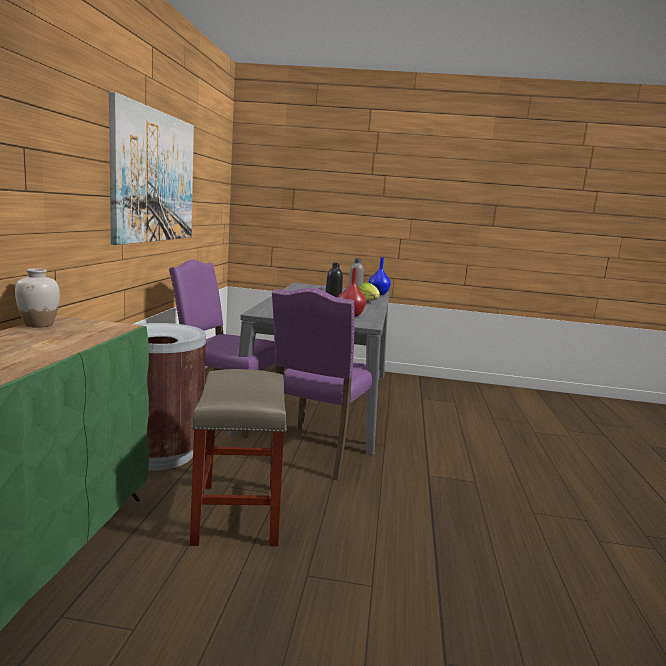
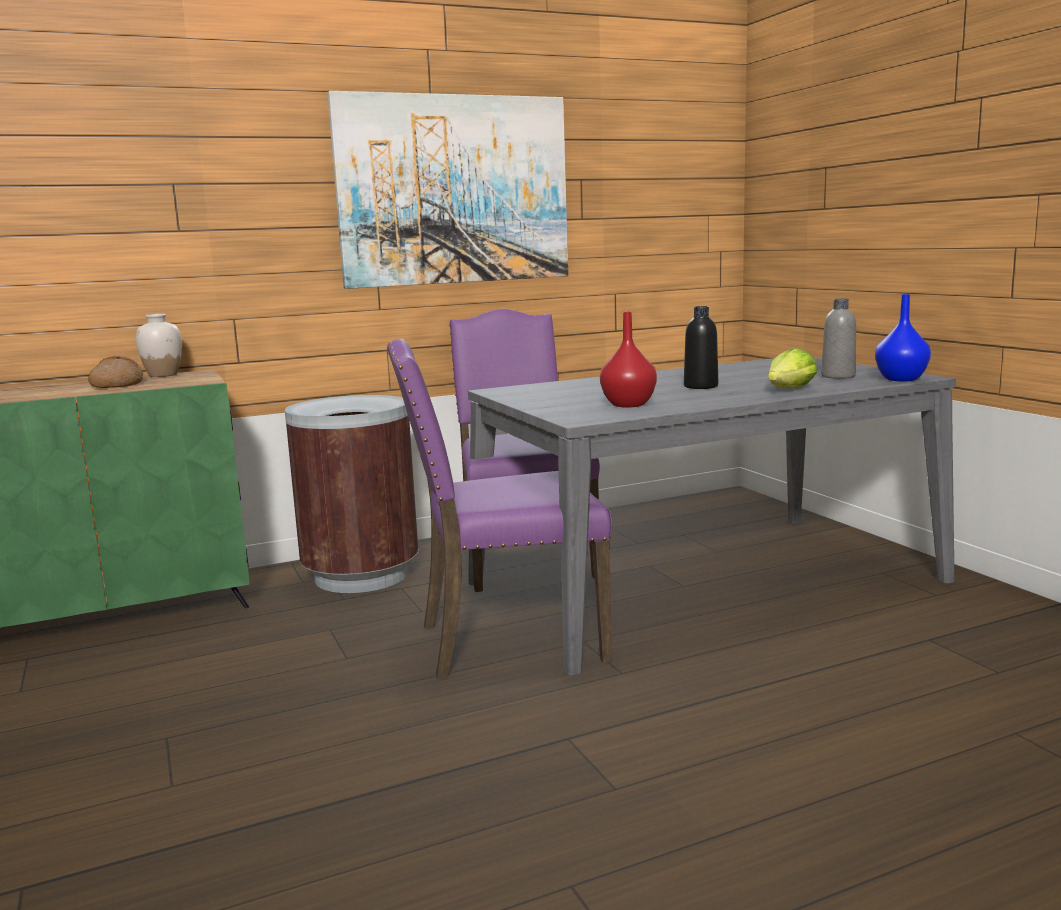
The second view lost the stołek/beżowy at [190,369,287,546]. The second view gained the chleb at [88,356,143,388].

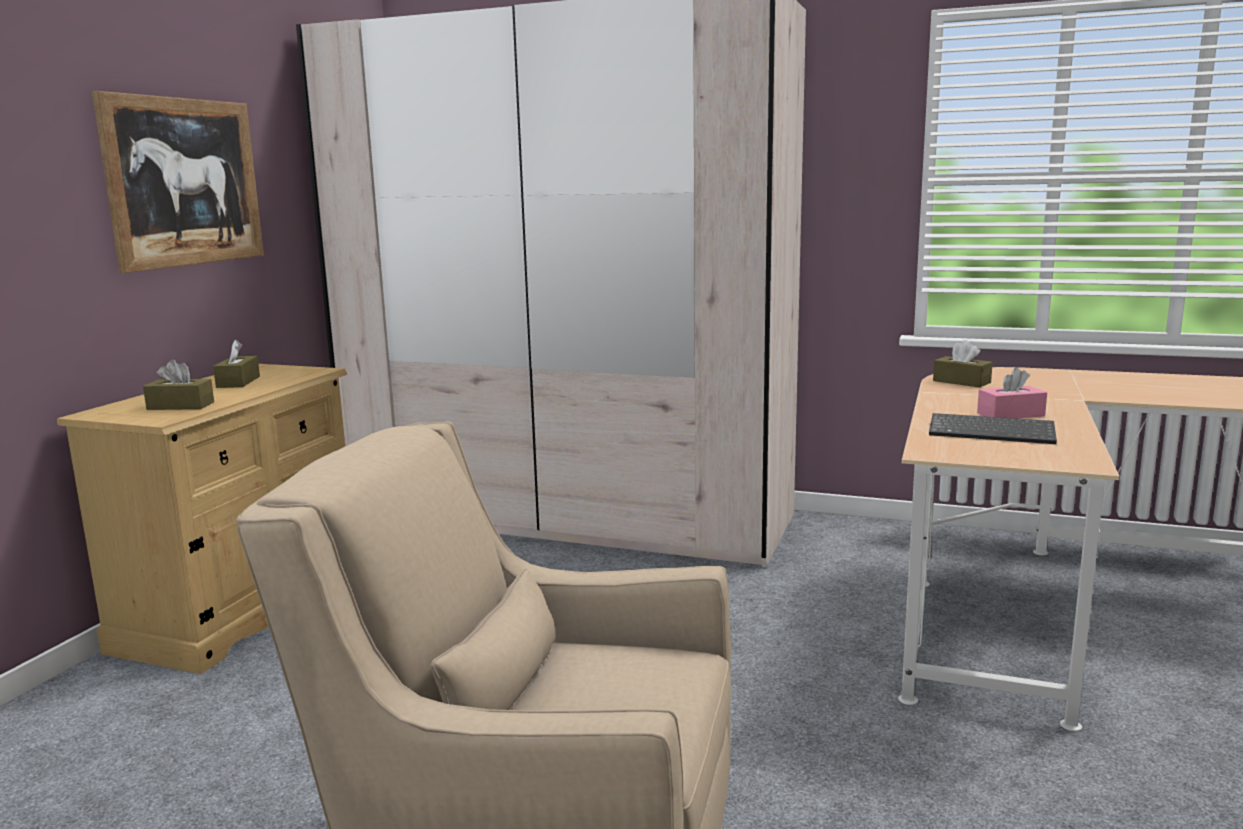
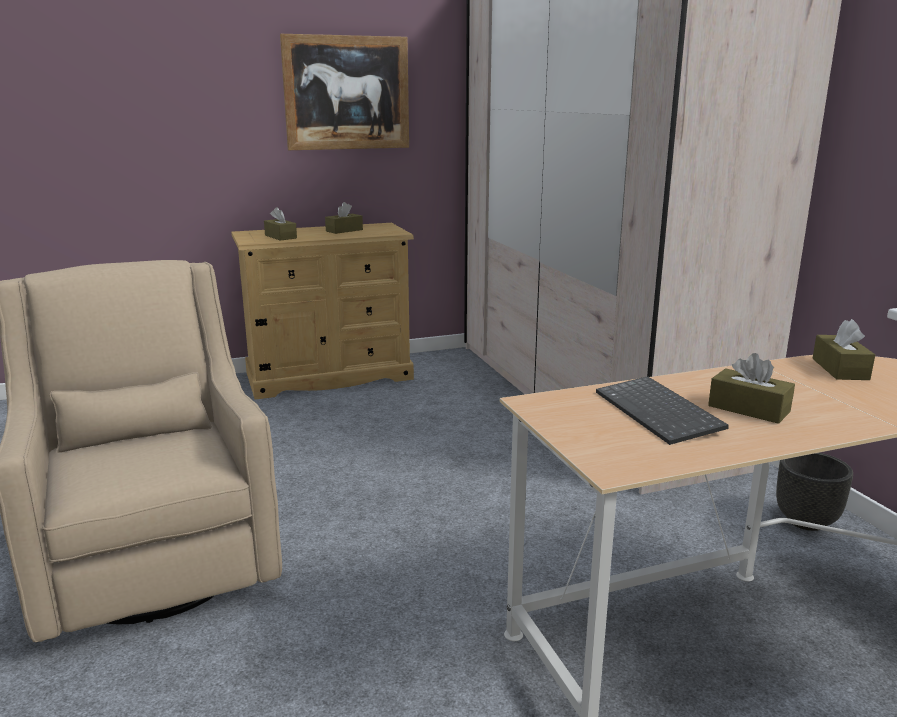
The second view gained the donica/czarny at [776,453,853,531]. What was the pudełko chusteczek/różowy at [977,367,1047,419] turned into the pudełko chusteczek/brązowy at [708,353,795,424].

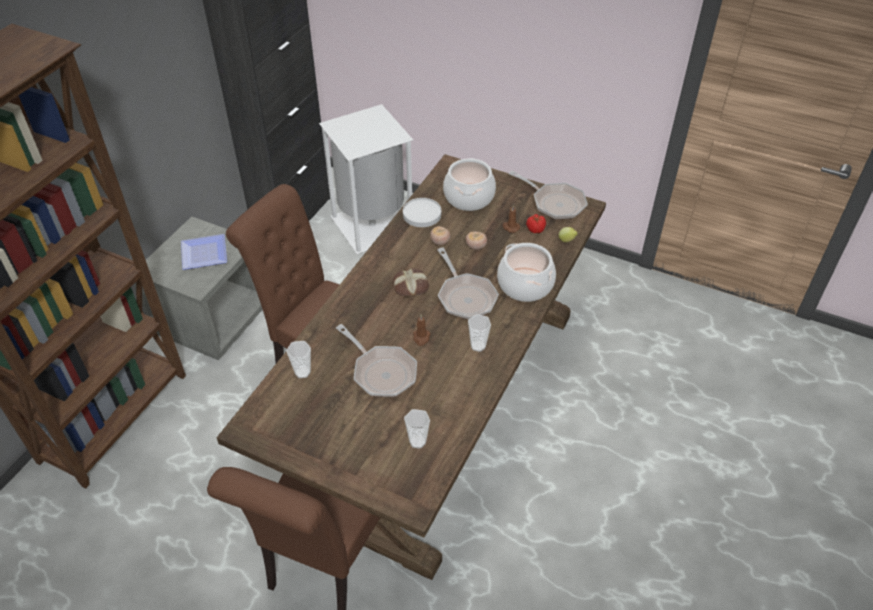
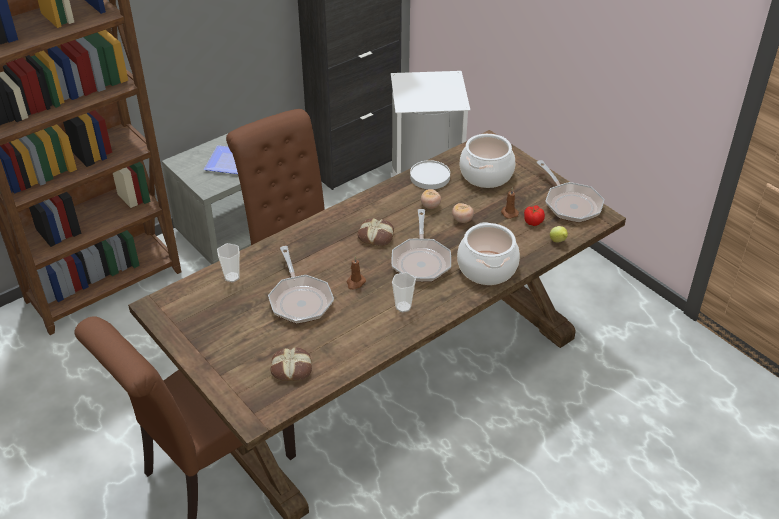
Where the filiżanka stood at [404,409,430,449], the chleb came to stand at [271,347,312,381].

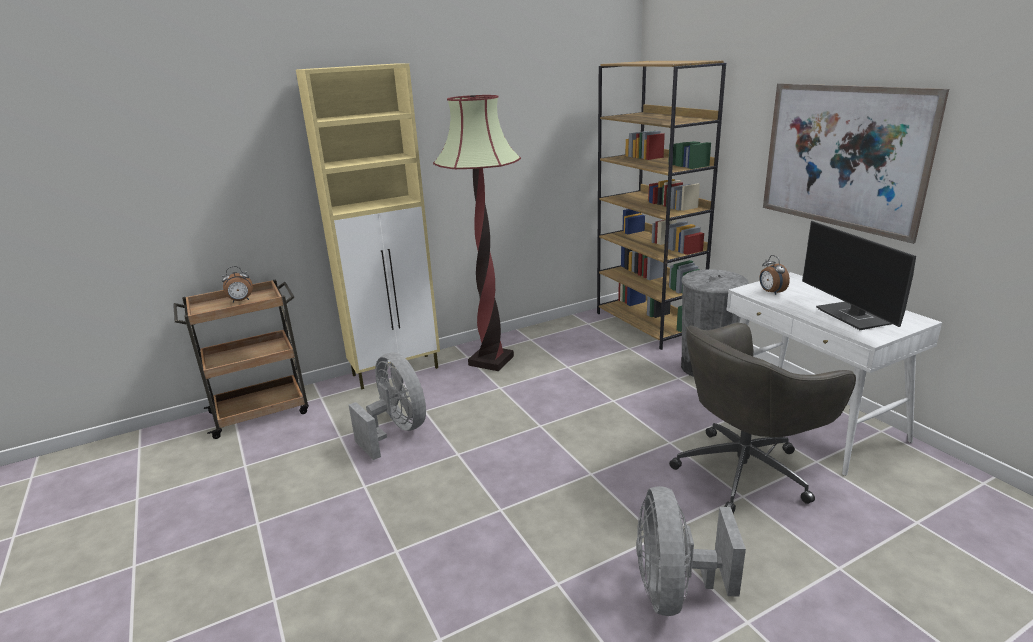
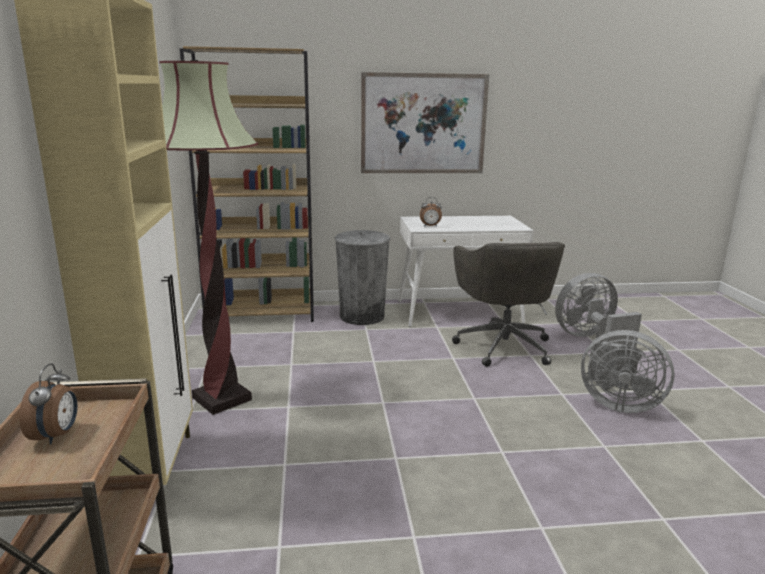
The second view lost the monitor at [802,221,916,330]. The wentylator/szary ended up elsewhere, having gone from [349,352,426,460] to [555,273,642,347].

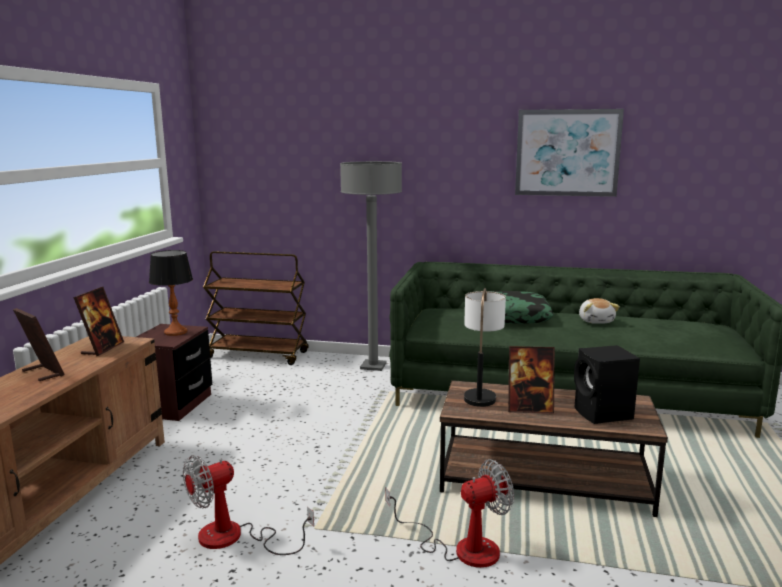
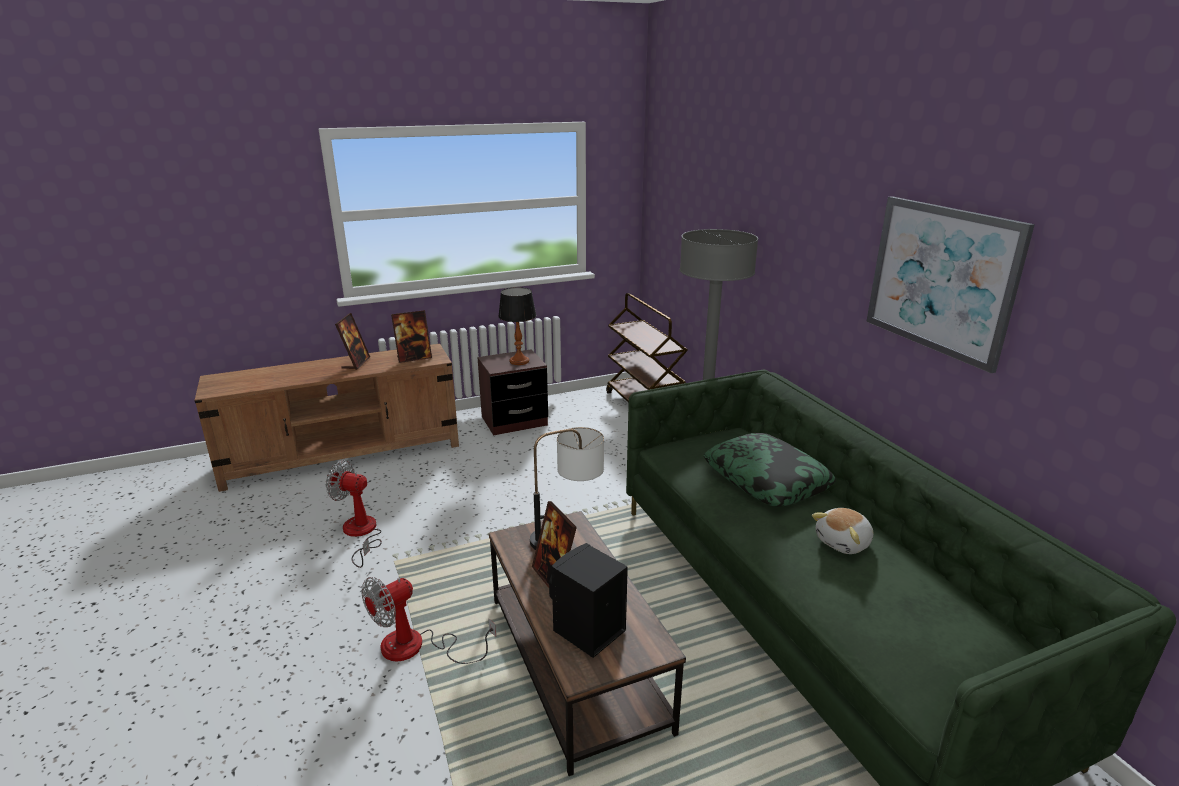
The wentylator at [385,459,514,568] ended up facing another way, 105 degrees clockwise from before.

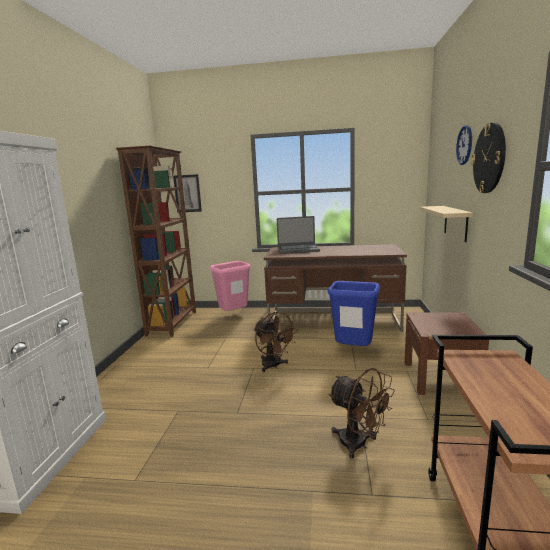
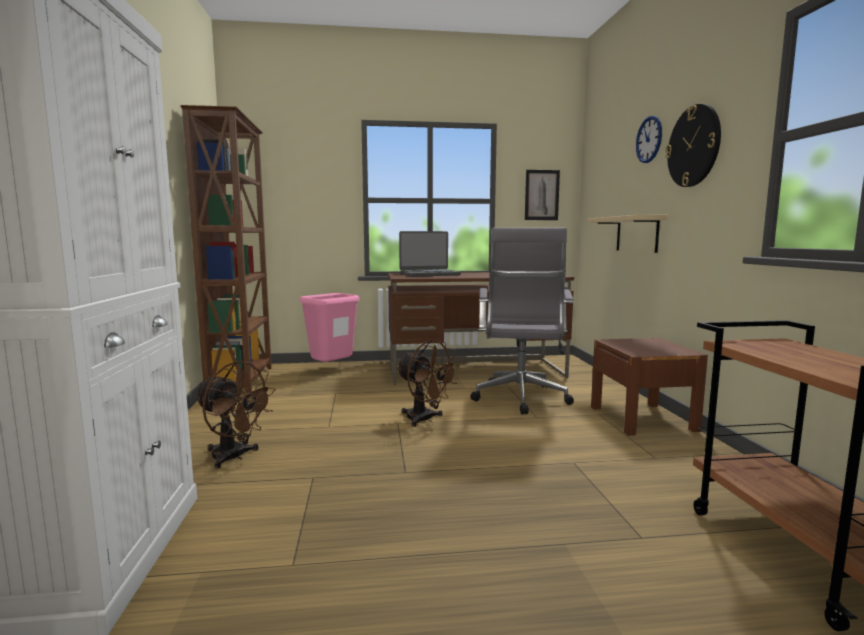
The obraz ended up elsewhere, having gone from [173,174,202,213] to [525,170,560,220]. The wentylator/brązowy ended up elsewhere, having gone from [328,368,395,459] to [195,361,276,469]. Where the kosz na śmieci/niebieski stood at [328,281,380,346], the krzesło biurowe/szary came to stand at [471,227,574,415].

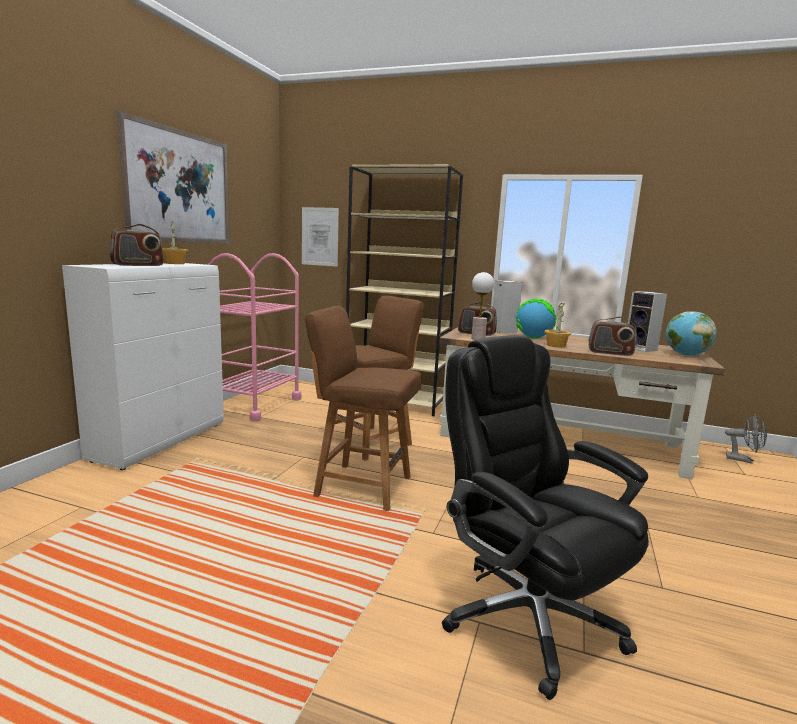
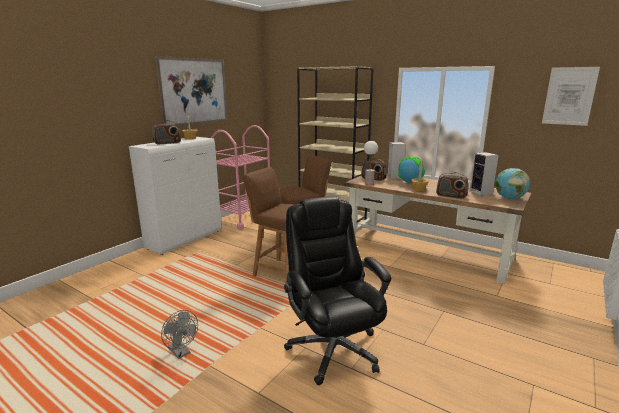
The obraz ended up elsewhere, having gone from [302,207,339,267] to [542,67,600,126]. The wentylator/szary ended up elsewhere, having gone from [725,414,767,464] to [161,310,198,359].

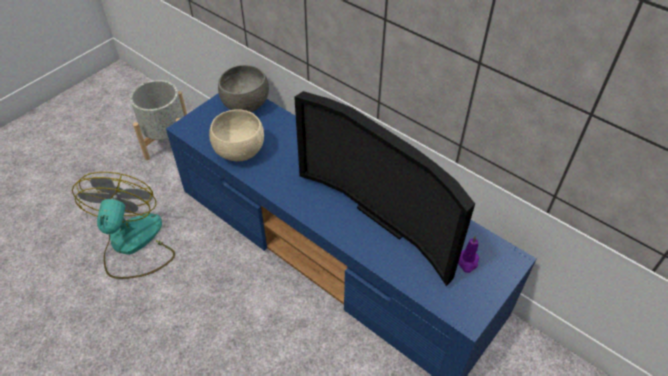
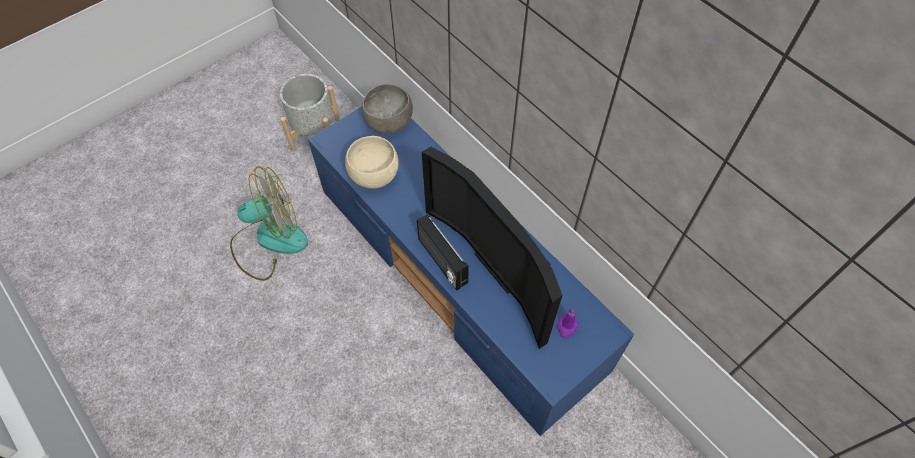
The second view gained the radio at [417,214,469,291]. The wentylator at [72,172,175,279] ended up facing another way, 60 degrees clockwise from before.

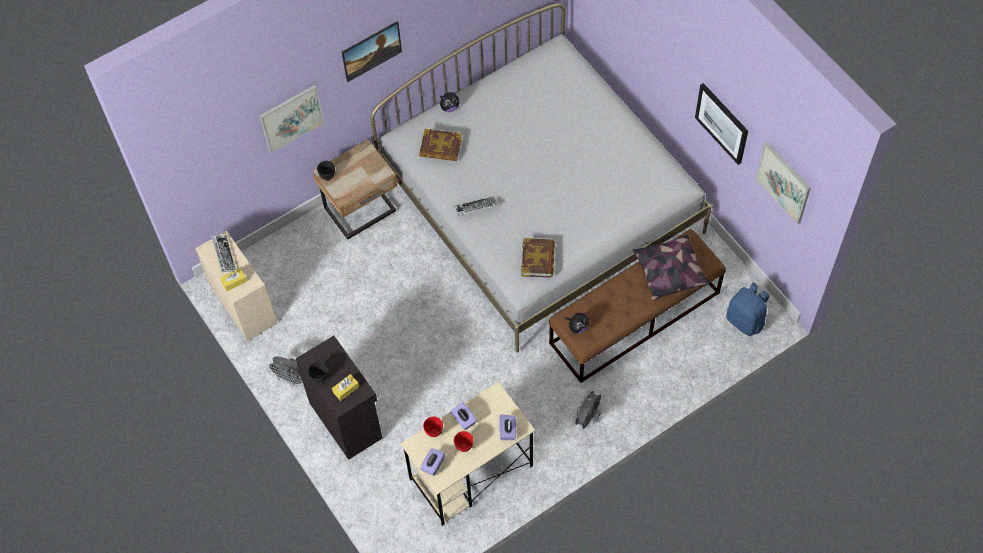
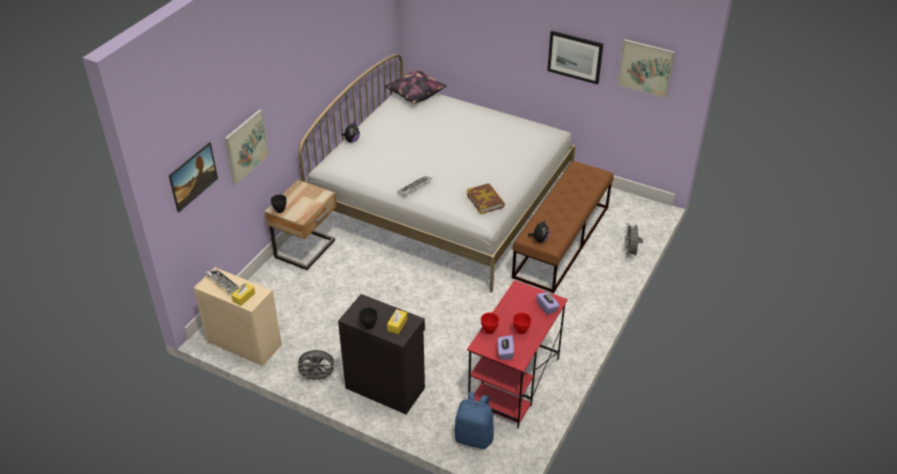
The second view lost the książka at [420,129,462,161]. The second view lost the pudełko chusteczek/fioletowy at [451,402,477,430]. The obraz ended up elsewhere, having gone from [342,21,402,82] to [169,142,218,212]. The wentylator/szary ended up elsewhere, having gone from [572,389,601,429] to [624,224,643,257]. The poduszka ended up elsewhere, having gone from [633,234,710,300] to [384,70,446,104]. The plecak/niebieski ended up elsewhere, having gone from [726,282,769,336] to [455,392,494,449]. What was the biurko/beżowy at [401,382,535,526] turned into the biurko/czerwony at [467,280,568,428].

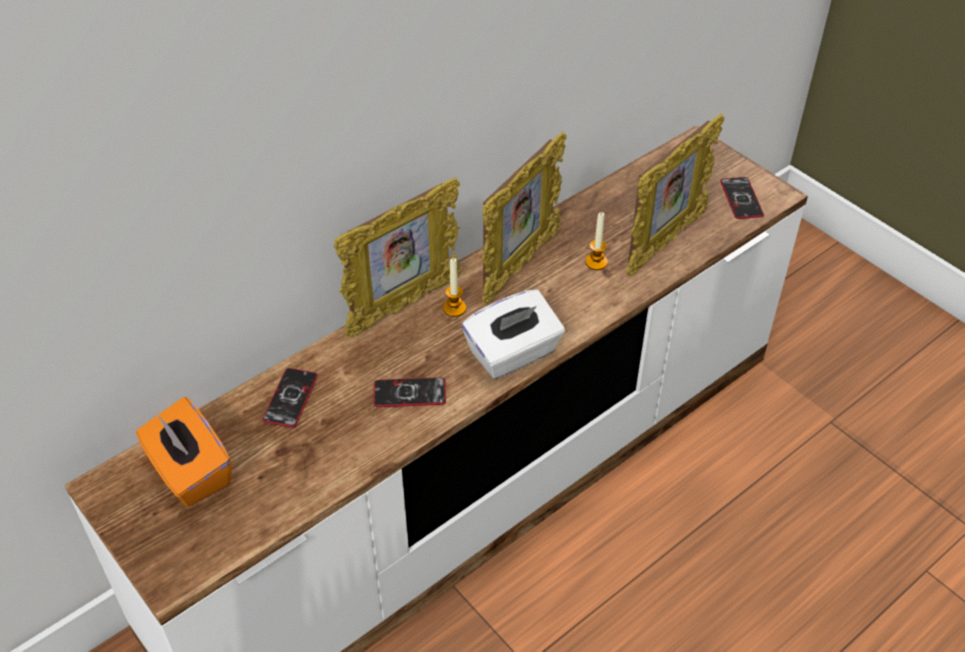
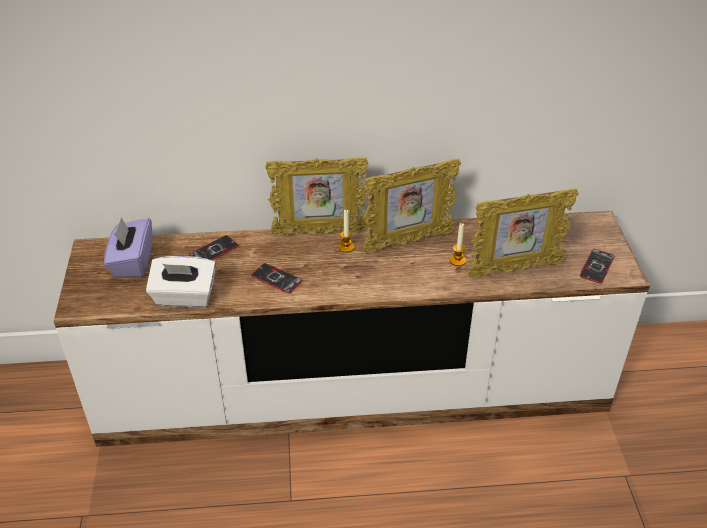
The pudełko chusteczek/biały ended up elsewhere, having gone from [462,289,565,379] to [146,256,216,308]. What was the pudełko chusteczek/pomarańczowy at [136,397,232,507] turned into the pudełko chusteczek/fioletowy at [104,217,152,278].

